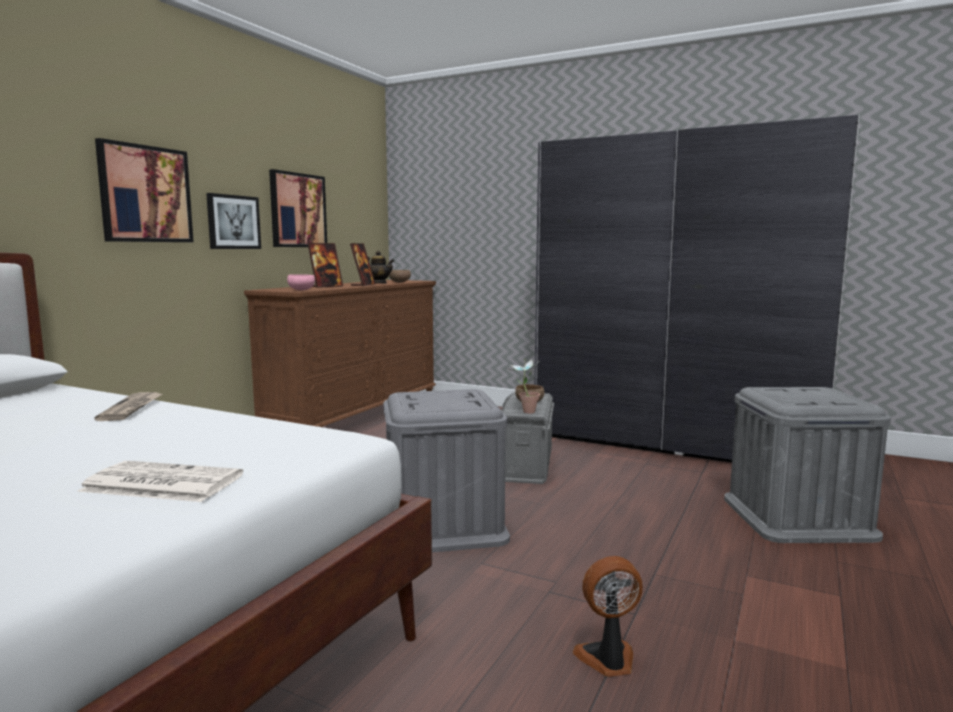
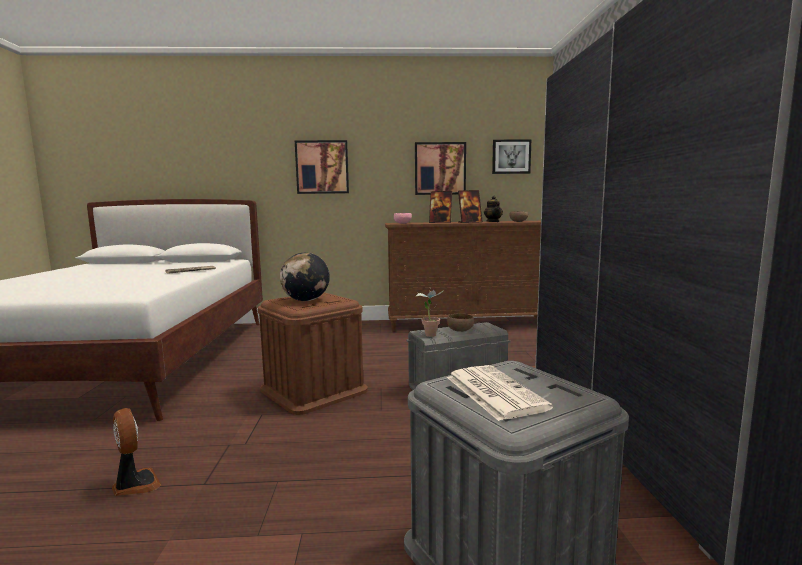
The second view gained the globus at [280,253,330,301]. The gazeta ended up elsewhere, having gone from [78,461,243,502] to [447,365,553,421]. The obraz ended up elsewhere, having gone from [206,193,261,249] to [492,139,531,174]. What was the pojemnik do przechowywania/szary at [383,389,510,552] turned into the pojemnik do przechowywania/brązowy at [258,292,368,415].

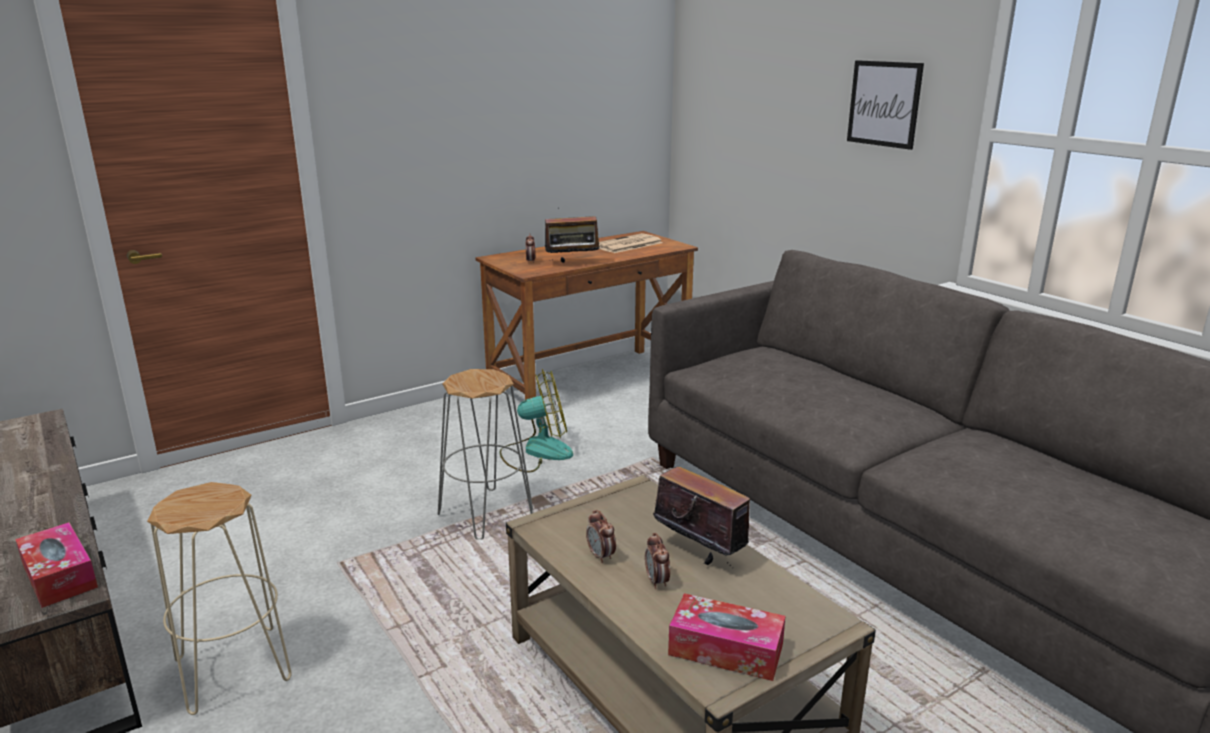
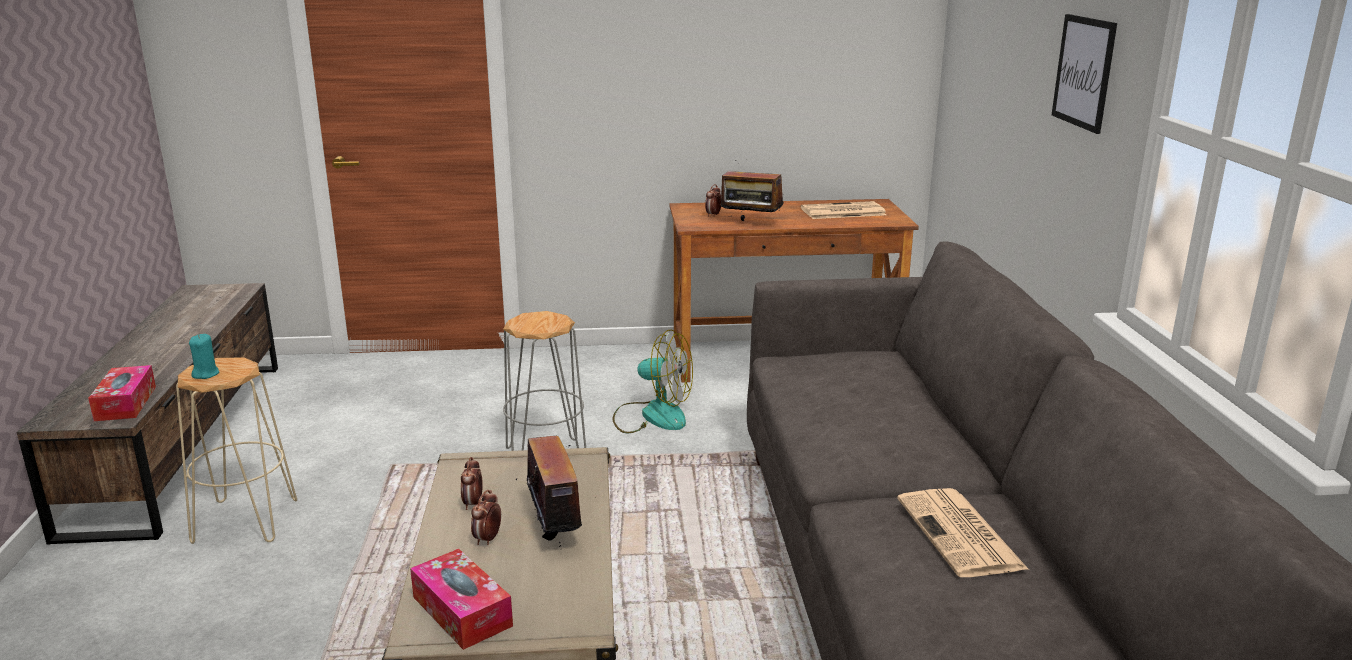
The second view gained the świeca/turkusowy at [189,334,219,379]. The second view gained the gazeta at [897,488,1029,577].

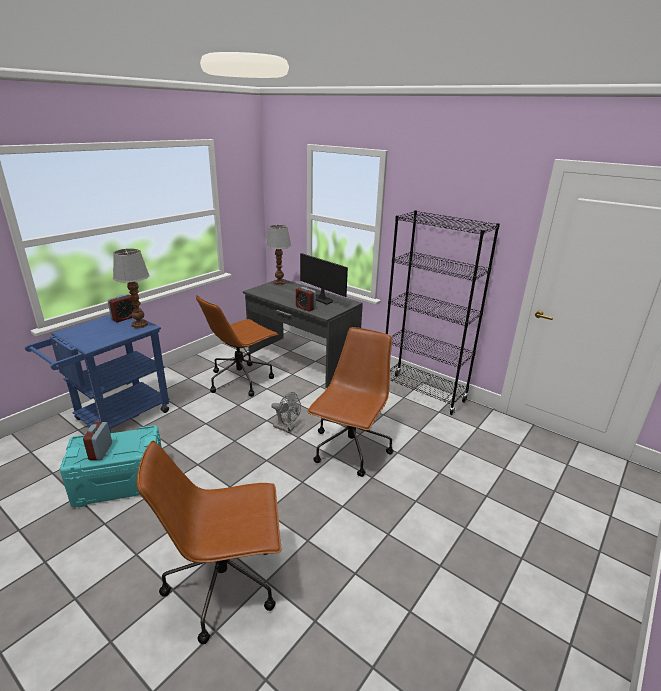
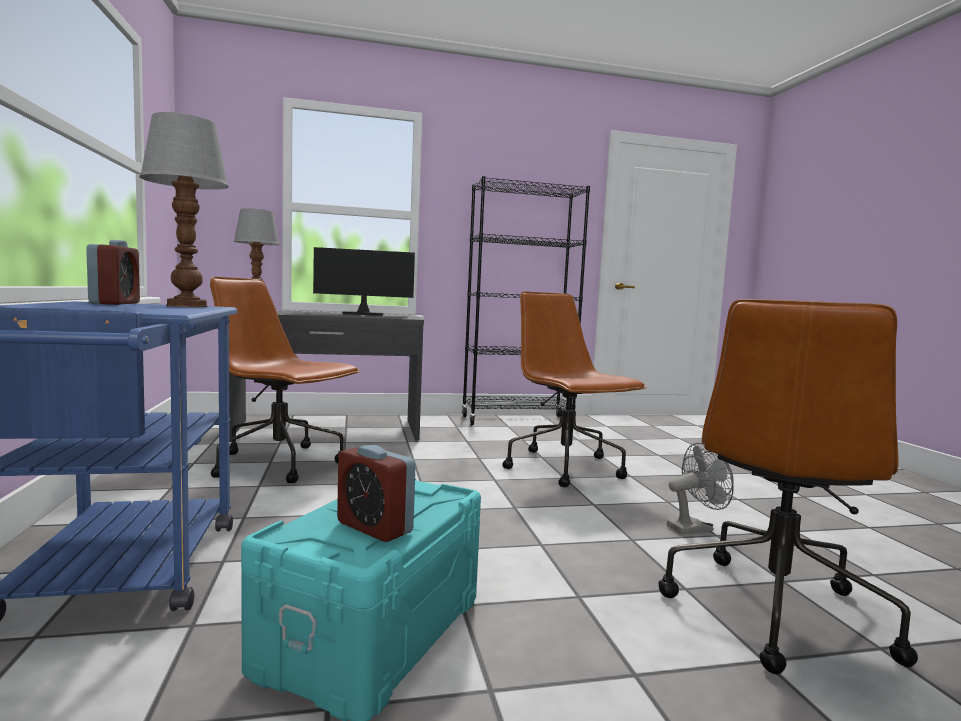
The second view lost the budzik at [296,287,316,311]. The wentylator/szary ended up elsewhere, having gone from [271,392,301,433] to [667,442,734,535]. The krzesło biurowe/brązowy at [196,295,279,397] ended up facing another way, 120 degrees clockwise from before.

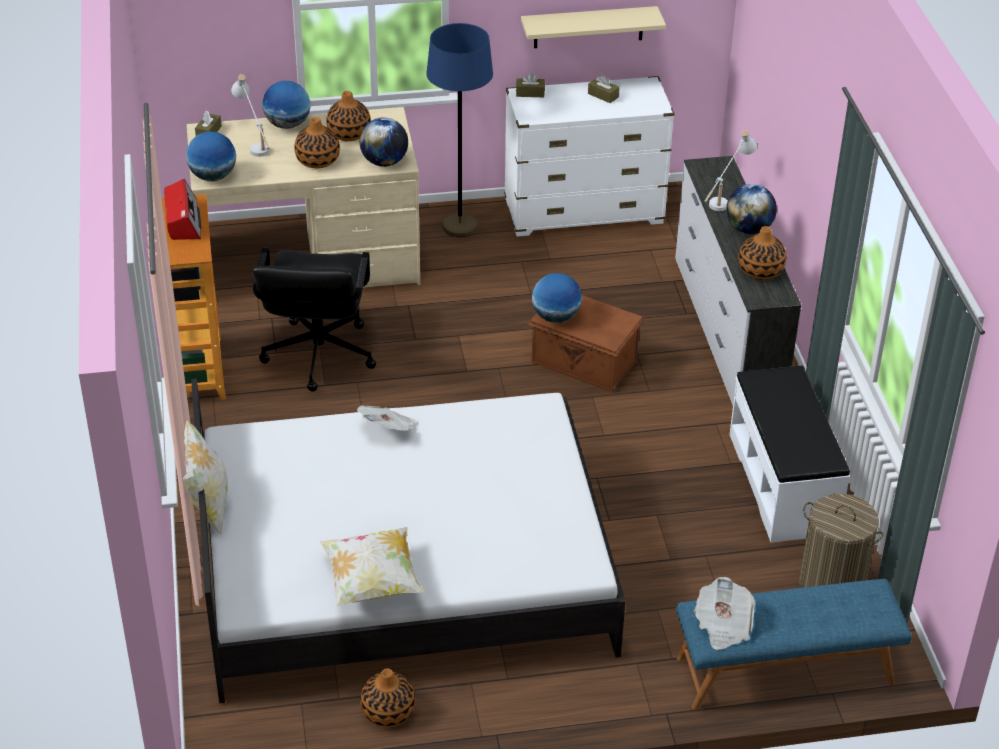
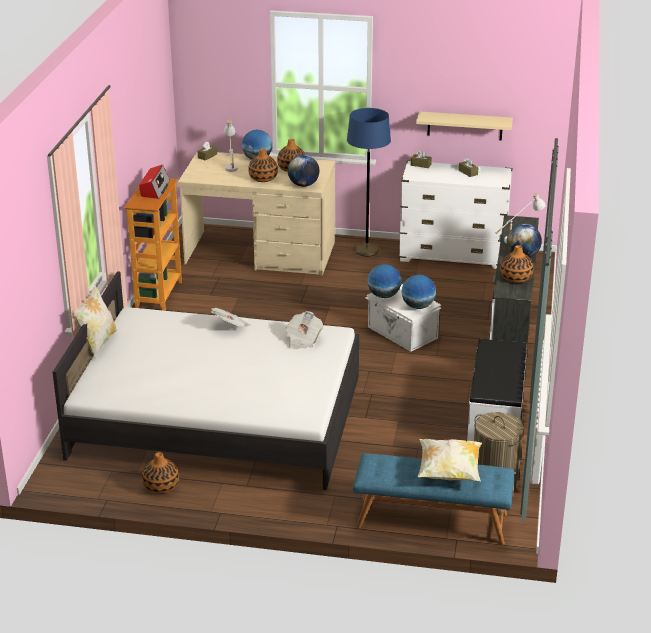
The second view lost the krzesło biurowe/czarny at [253,247,376,392]. The globus ended up elsewhere, having gone from [186,131,236,181] to [402,275,436,309]. The poduszka ended up elsewhere, having gone from [320,527,424,607] to [418,439,482,481]. The gazeta ended up elsewhere, having gone from [694,577,755,650] to [286,311,323,349]. What was the pojemnik do przechowywania/brązowy at [528,295,643,392] turned into the pojemnik do przechowywania/biały at [365,284,441,352].

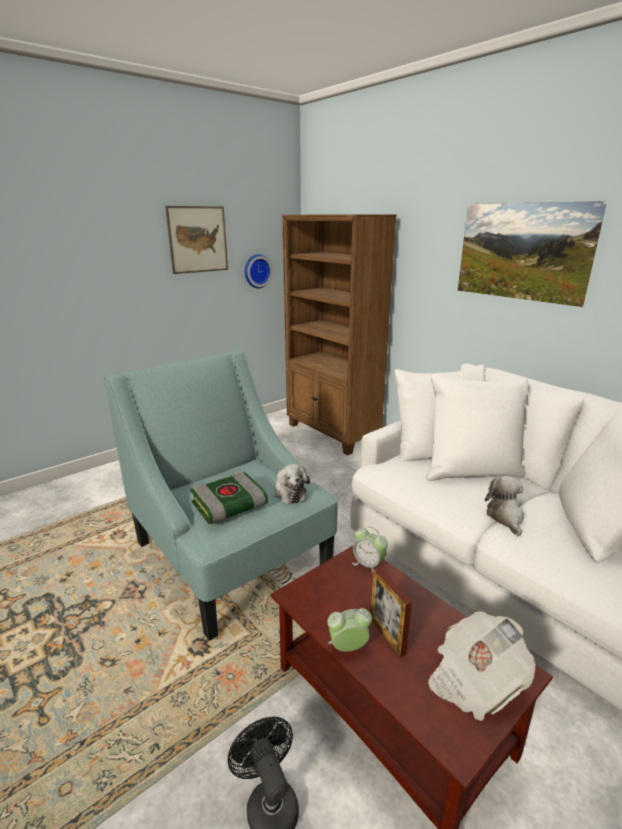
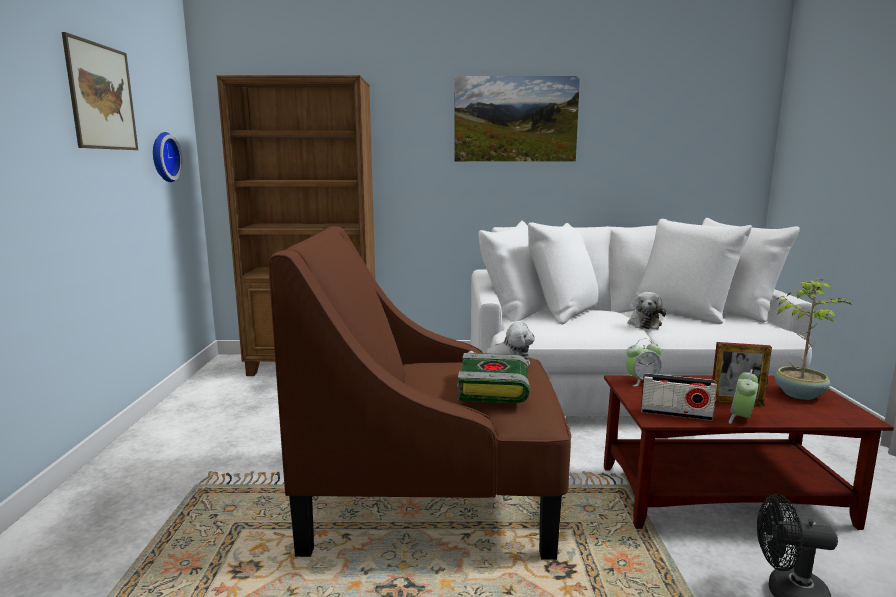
The second view gained the radio at [641,373,717,421]. Where the gazeta stood at [428,611,535,721], the roślina doniczkowa came to stand at [775,278,851,400]. What was the fotel/turkusowy at [104,350,338,641] turned into the fotel/brązowy at [269,226,571,560]. The pluszak at [485,476,524,536] ended up facing another way, 120 degrees counterclockwise from before.

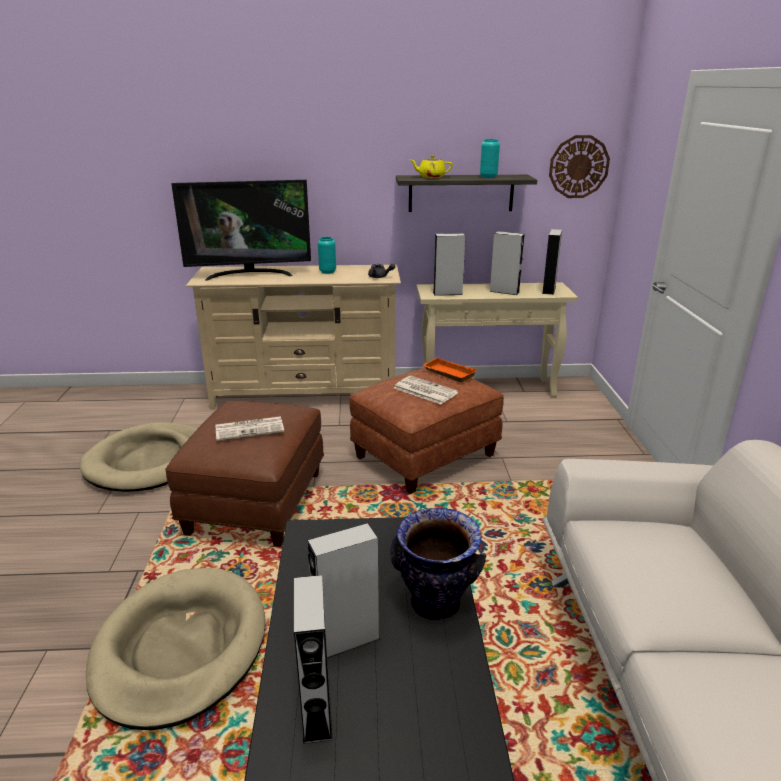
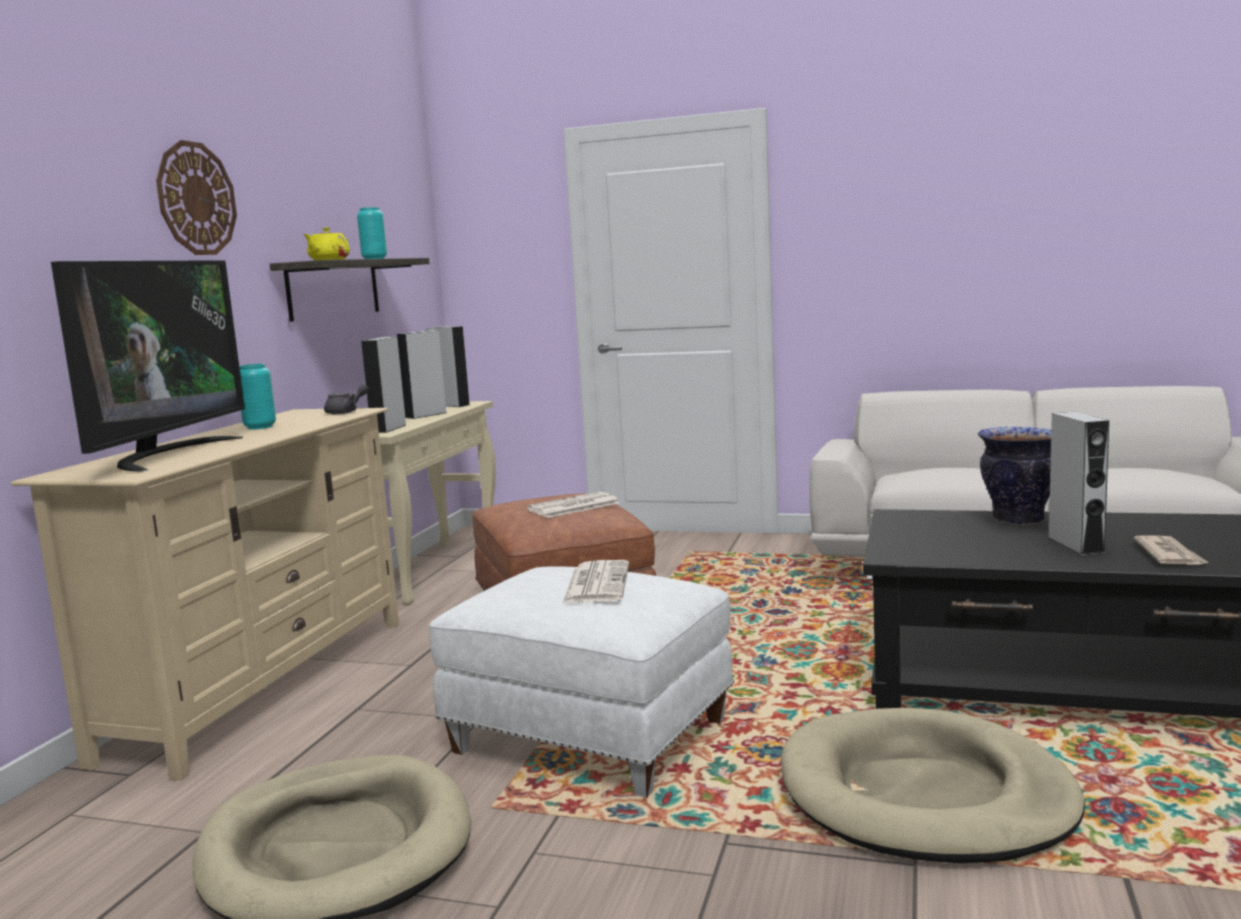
The second view lost the taca/pomarańczowy at [422,357,477,382]. The zegar ścienny ended up elsewhere, having gone from [549,135,610,198] to [156,140,237,255]. Where the głośnik/szary stood at [294,575,333,744], the gazeta came to stand at [1134,535,1209,565]. What was the pufa/brązowy at [165,401,324,547] turned into the pufa/biały at [429,566,734,798].

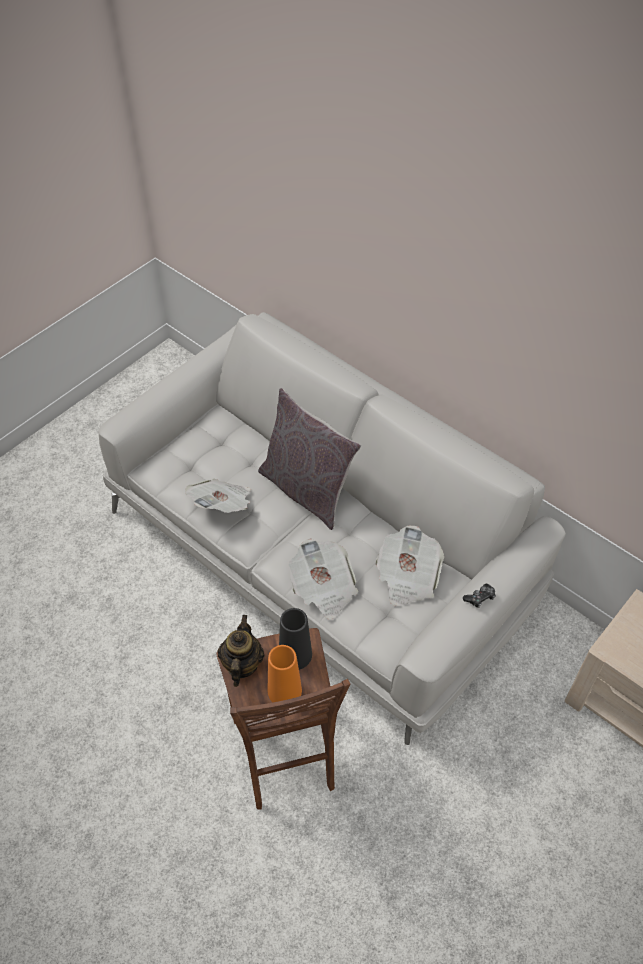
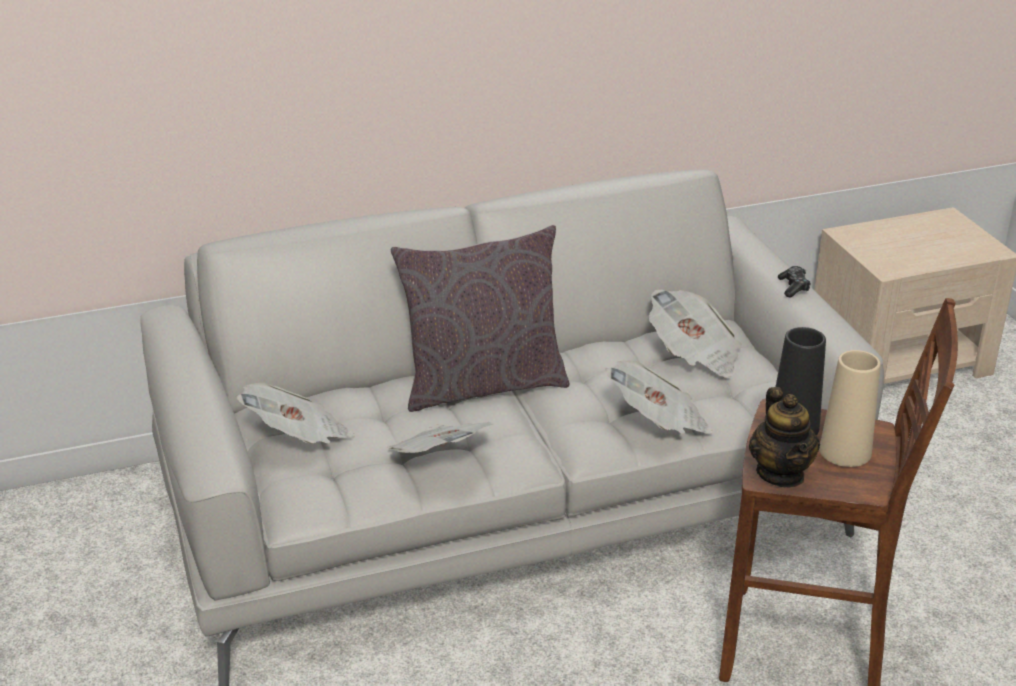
The second view gained the gazeta at [236,382,355,444]. What was the wazon/pomarańczowy at [268,645,302,702] turned into the wazon/beżowy at [819,350,880,467]. The imbryk at [218,615,264,687] ended up facing another way, 135 degrees counterclockwise from before.

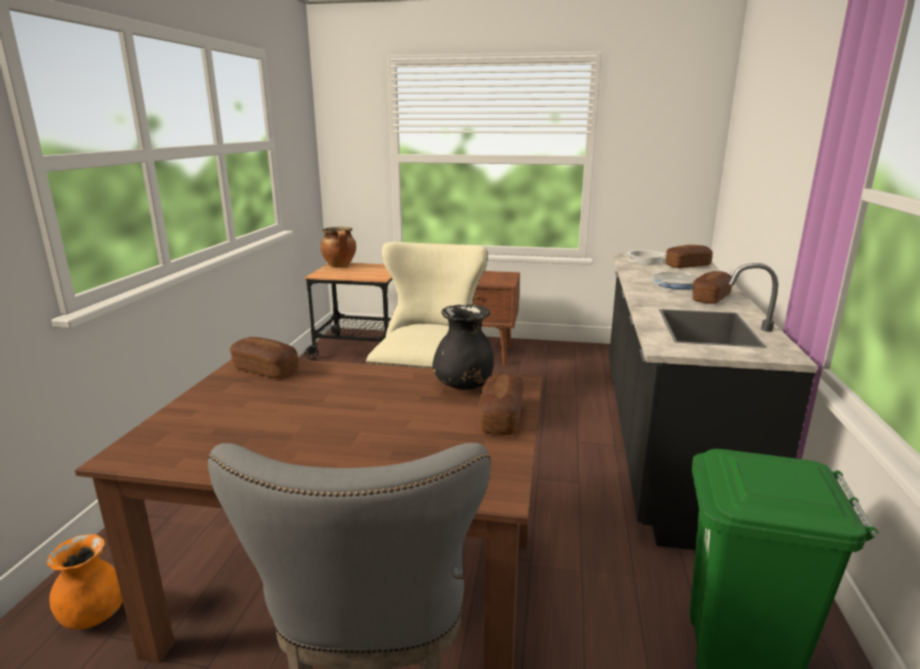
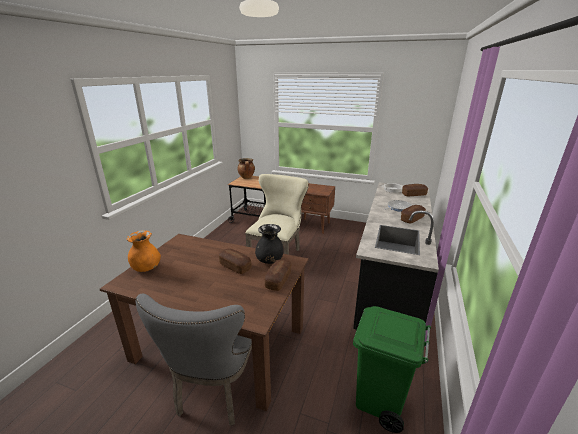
The wazon/pomarańczowy ended up elsewhere, having gone from [47,534,123,629] to [127,230,161,272]. The chleb ended up elsewhere, having gone from [230,337,299,378] to [218,248,251,274].

